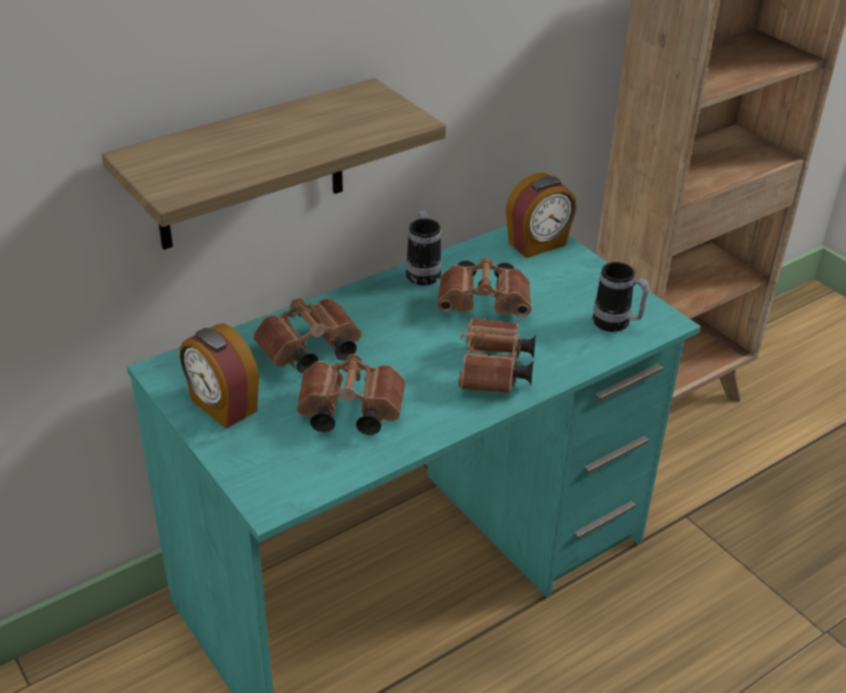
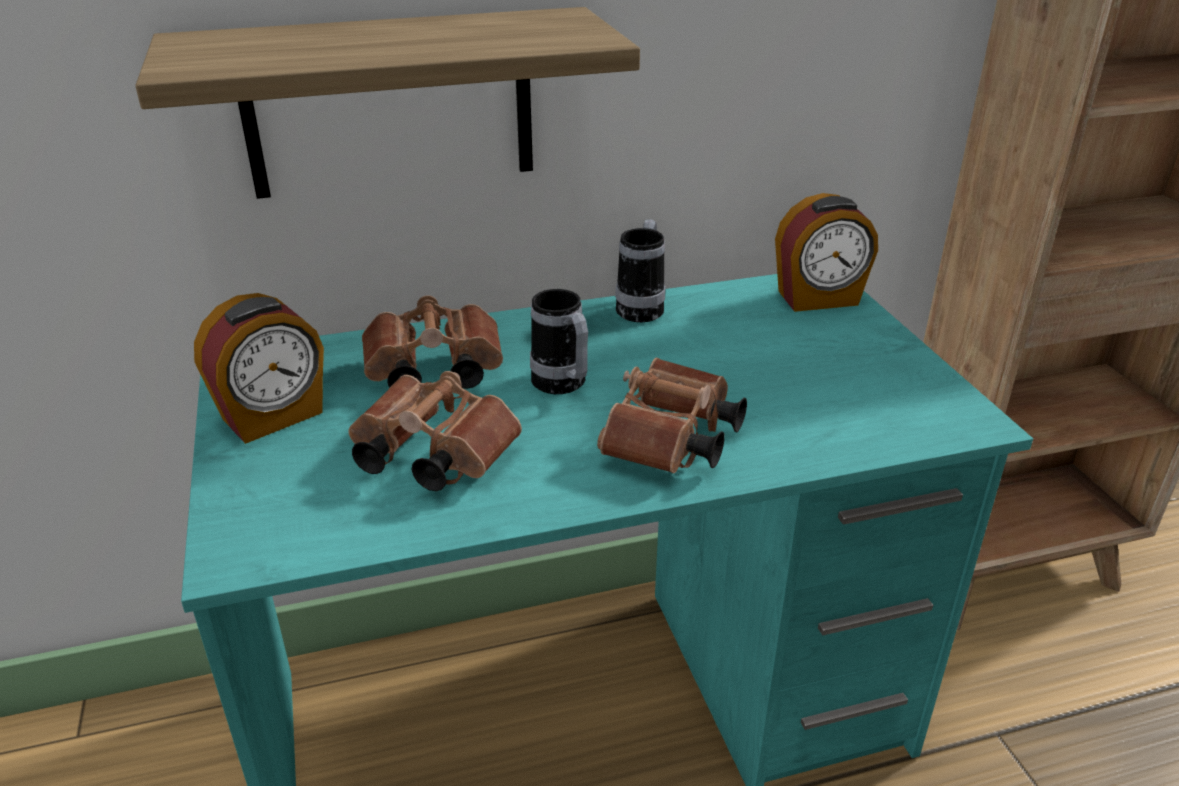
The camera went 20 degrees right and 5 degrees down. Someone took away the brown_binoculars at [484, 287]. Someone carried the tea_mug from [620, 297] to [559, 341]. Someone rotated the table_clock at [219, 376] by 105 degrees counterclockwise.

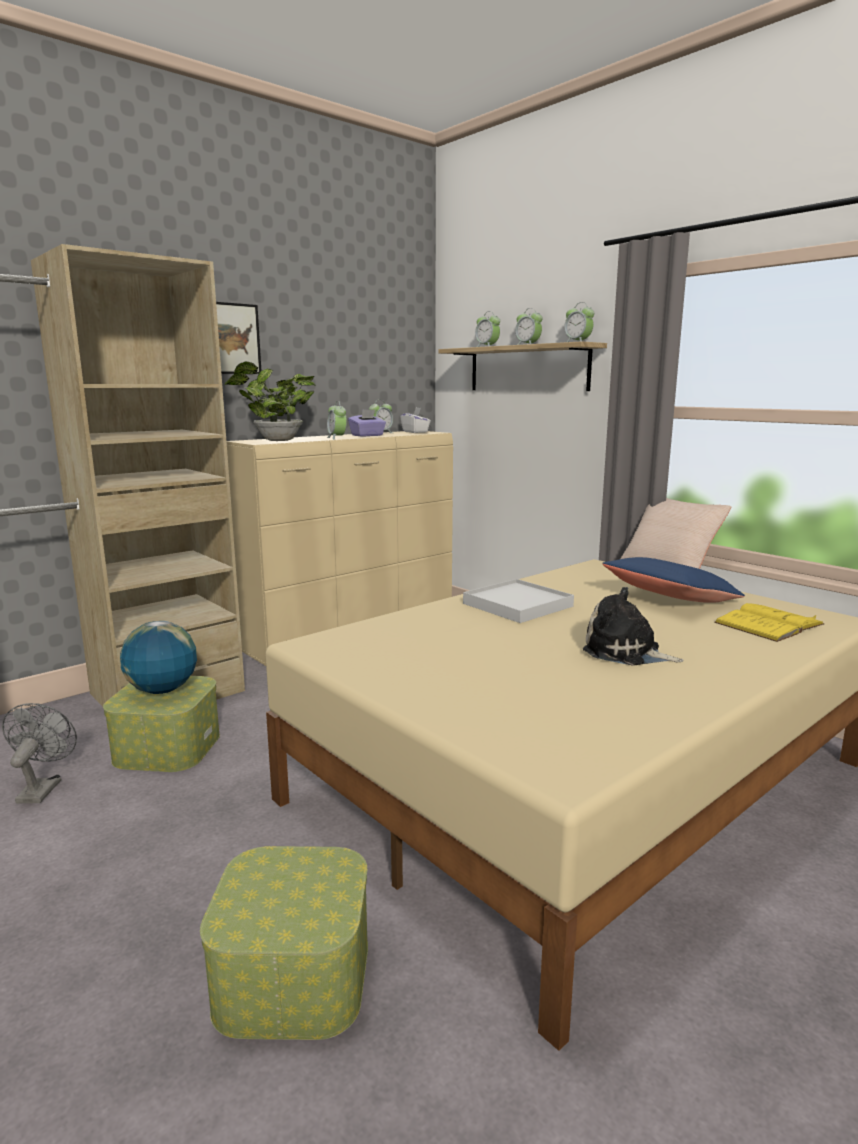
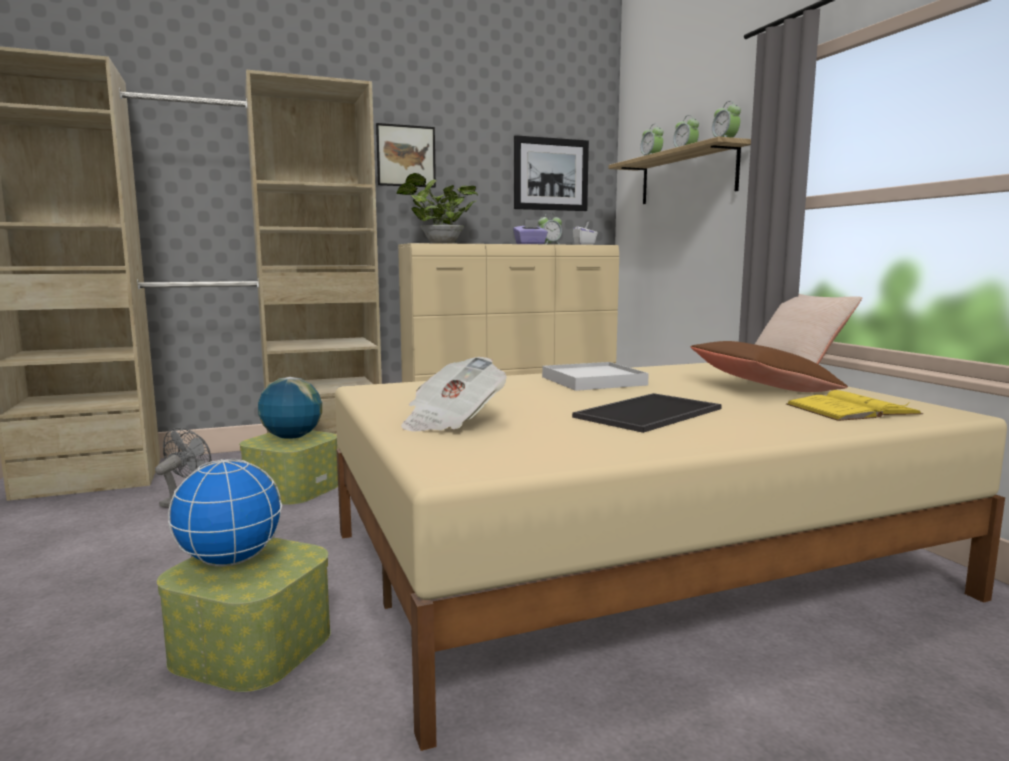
The camera went 20 degrees right and 5 degrees down. Someone took away the table_clock at [337, 420]. Someone put down the world_globe at [225, 512]. Someone put down the printed_paper at [454, 394]. Someone put up the wall_picture at [551, 173]. Someone swapped the plush_toy at [633, 626] for the tray at [647, 413]. Someone repainted the blue_throw_pillow at [673, 580], which became the brown_throw_pillow at [769, 366].

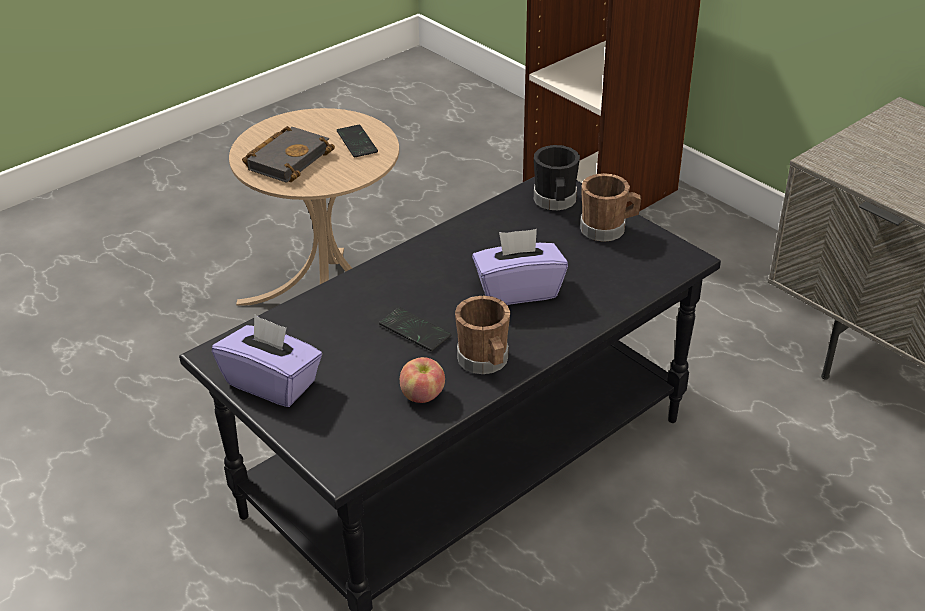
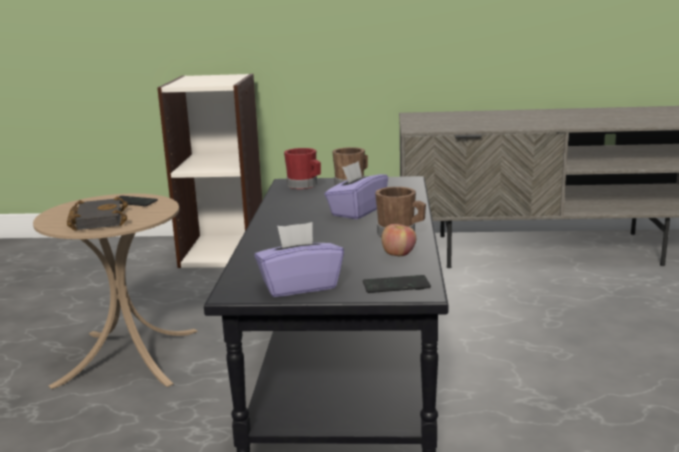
The camera went 45 degrees left and 20 degrees down. Someone carried the handset from [415, 329] to [397, 284]. Someone repainted the blackish_tea_mug at [557, 178], which became the red-coloured_tea_mug at [302, 168].

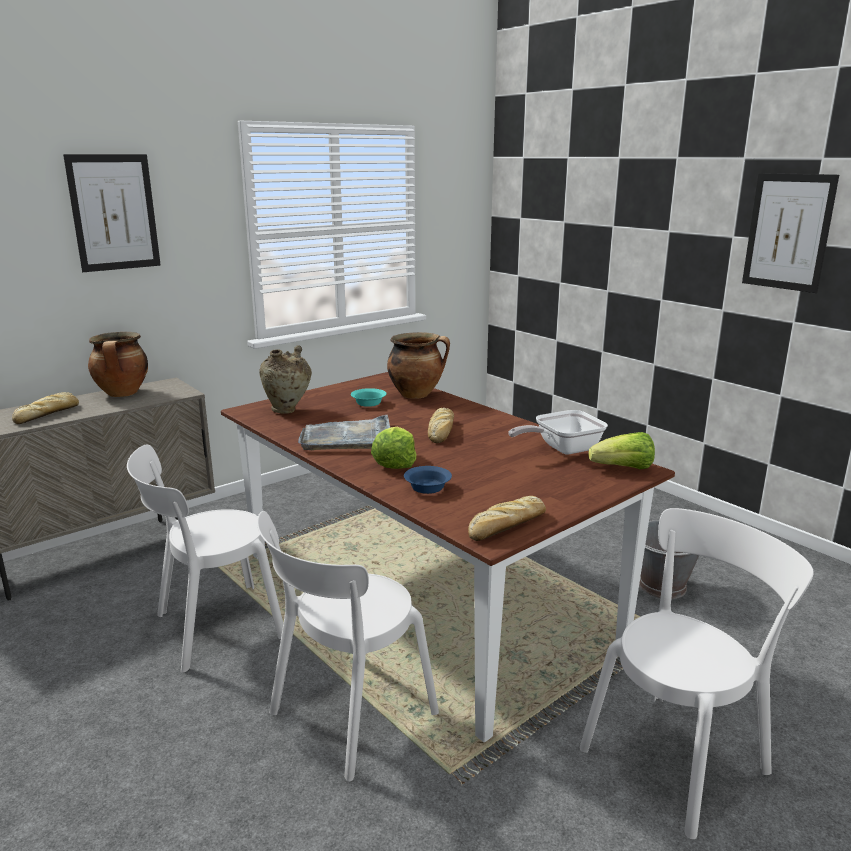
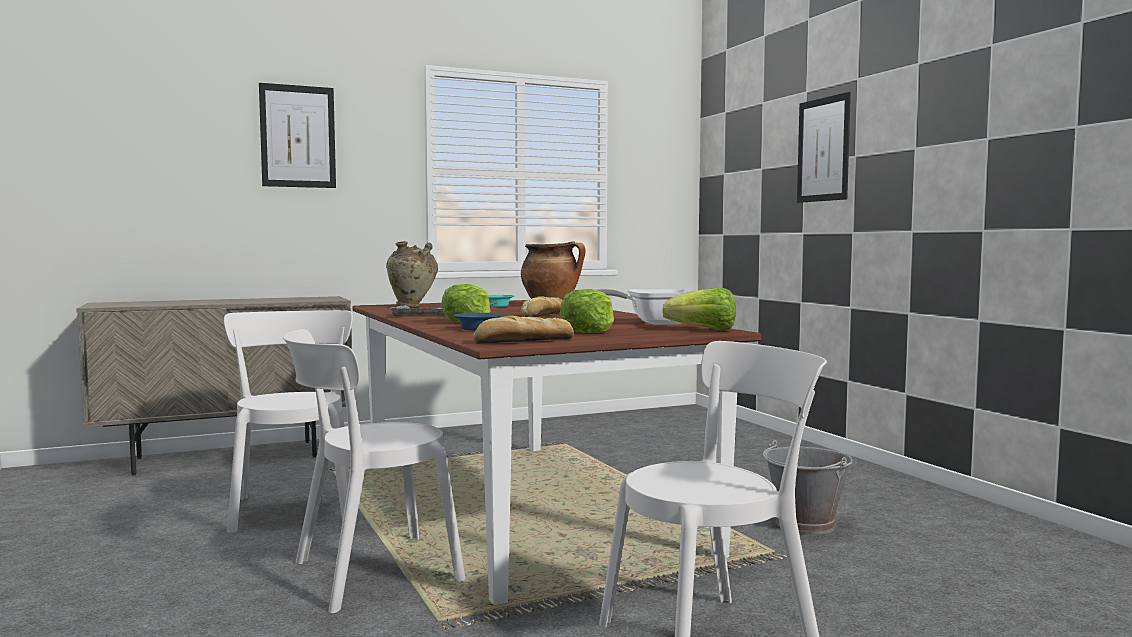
The camera went 15 degrees right and 15 degrees down. Someone took away the bread at [45, 408]. Someone took away the stockpot at [118, 364]. Someone put down the head_of_lettuce at [587, 311]. Someone carried the wall_picture from [790, 233] to [824, 147]. Someone rotated the whitish_upright_chair at [205, 559] by 90 degrees clockwise.

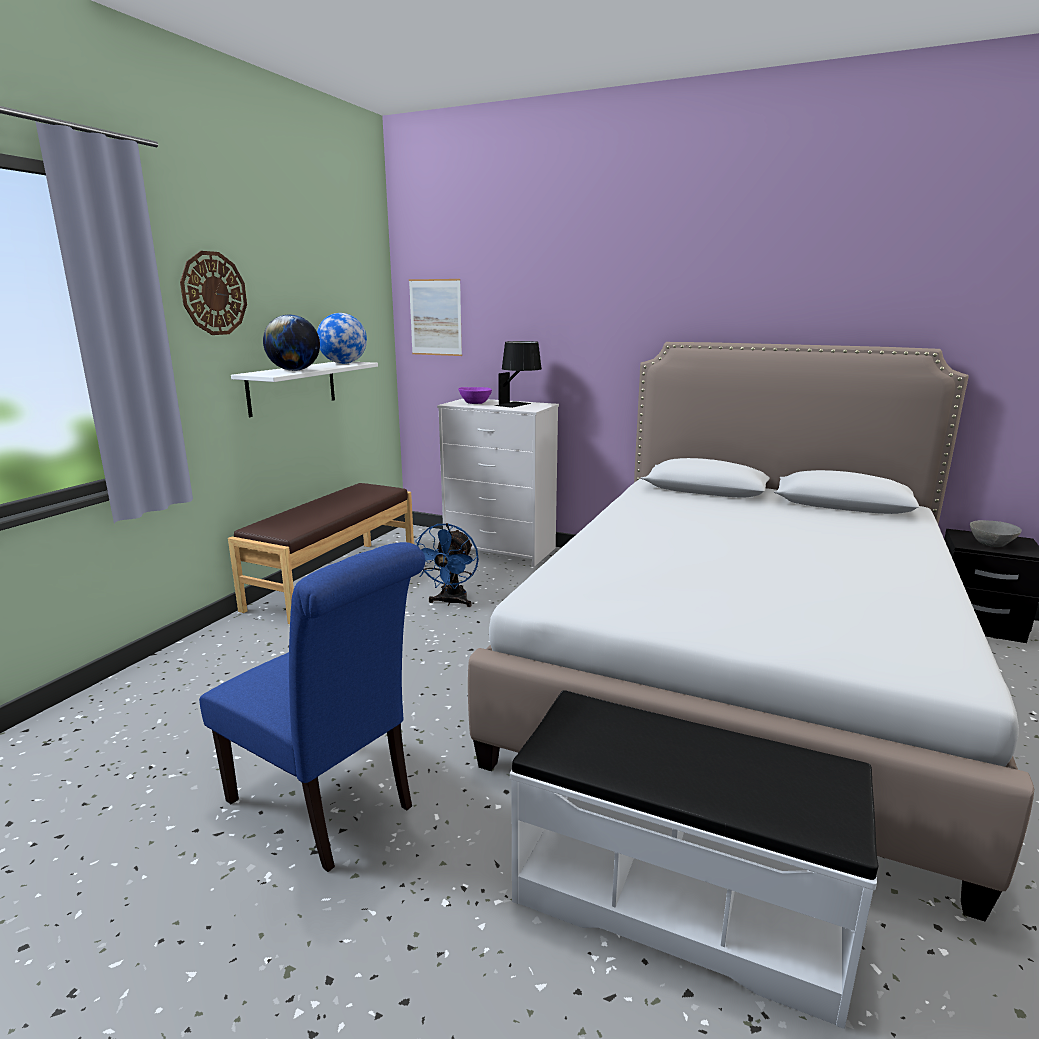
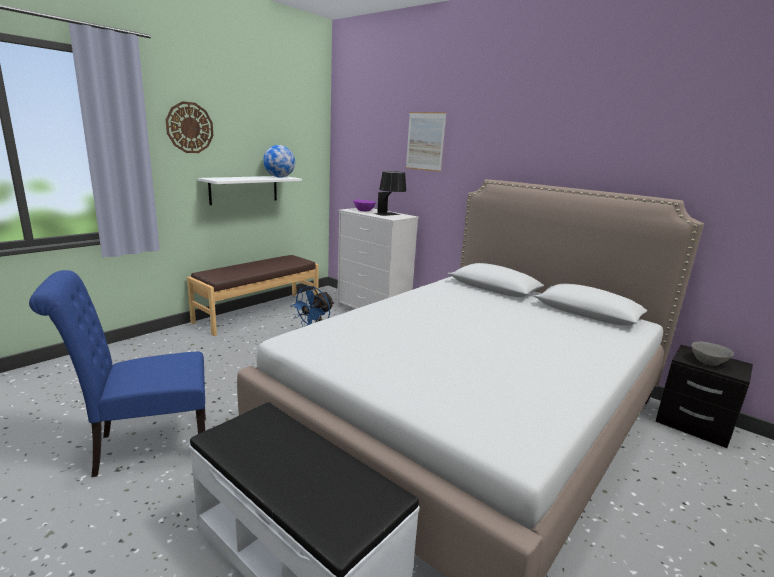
The camera went 15 degrees right and 0 degrees up. Someone took away the world_globe at [291, 342]. Someone carried the wall_picture from [435, 317] to [426, 142]. Someone rotated the blue_upright_chair at [312, 707] by 105 degrees clockwise.

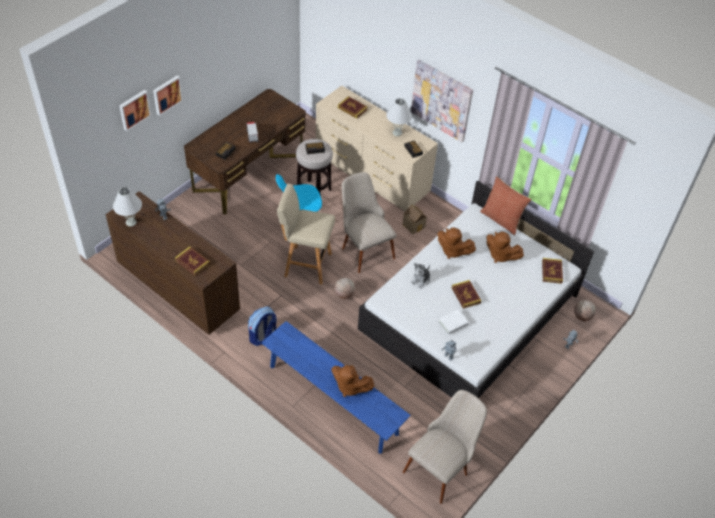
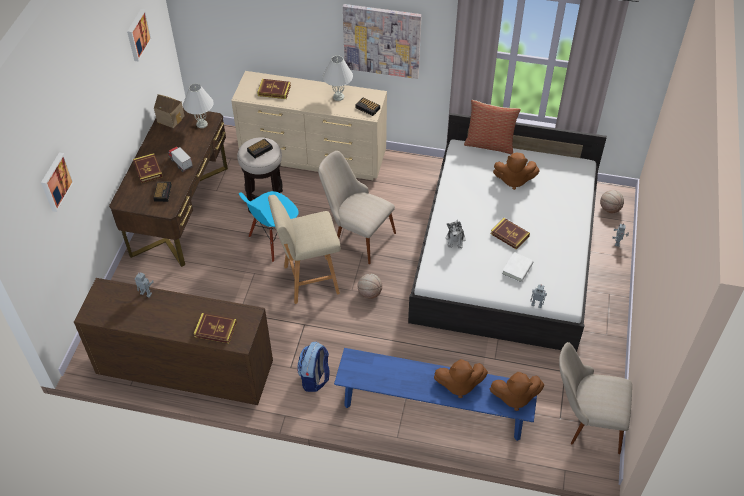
The camera went 25 degrees left and 0 degrees up. Someone carried the whitish_lamp_for_a_table from [127, 207] to [198, 105]. Someone carried the wall_picture from [168, 95] to [139, 35]. Someone carried the model_house from [415, 219] to [169, 111]. Someone carried the brown_plush_toy from [456, 243] to [517, 391]. Someone carried the book from [552, 271] to [148, 168]. Someone rotated the beige_upright_chair at [445, 447] by 90 degrees counterclockwise.

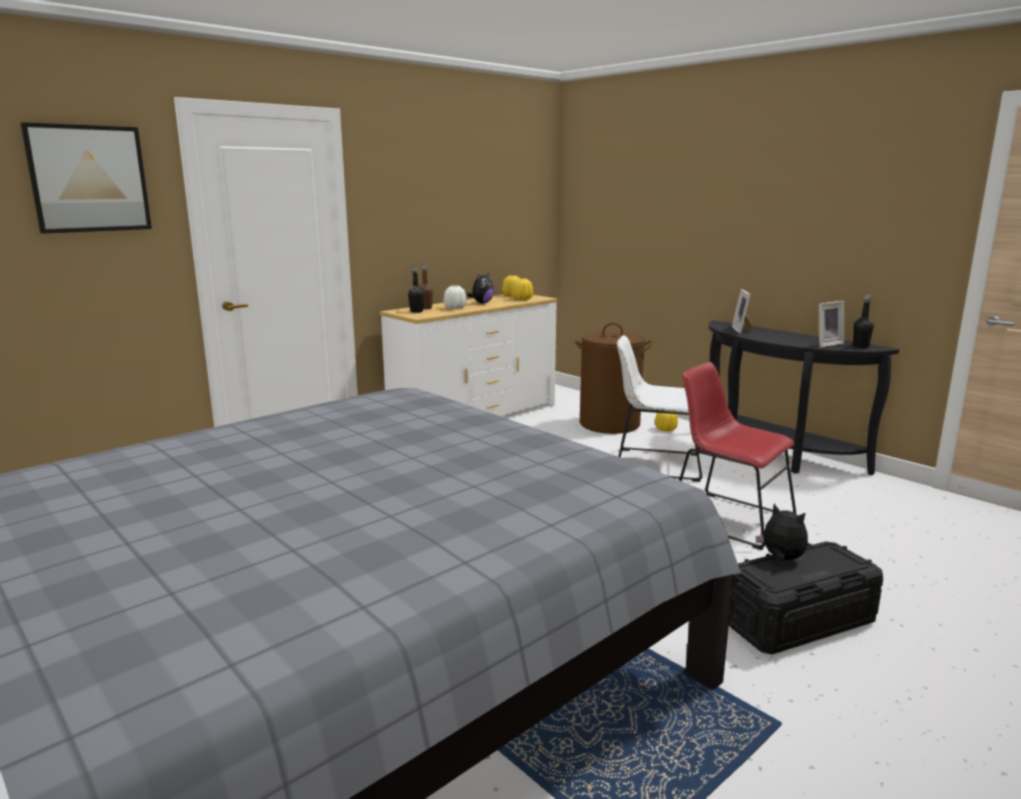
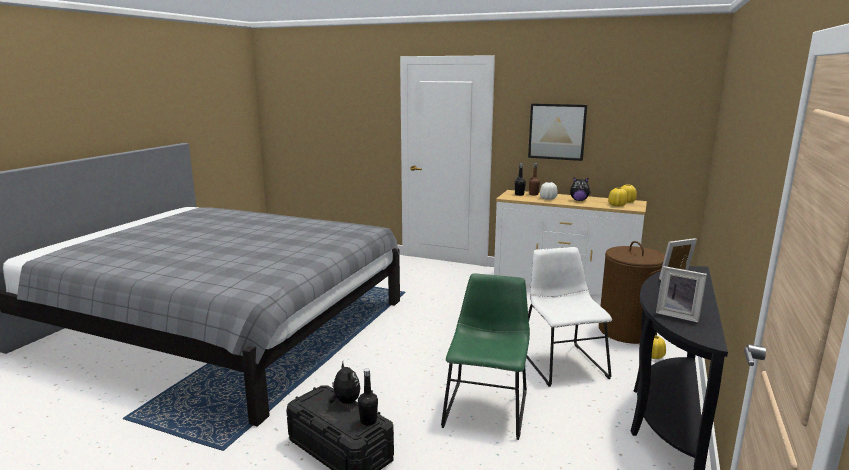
The camera went 65 degrees right and 0 degrees up. Someone carried the wall_picture from [86, 178] to [557, 132]. Someone carried the blackish_bottle from [863, 321] to [368, 397]. Someone repainted the red-coloured_upright_chair at [737, 456], which became the greenish_upright_chair at [485, 356]. Someone rotated the plush_toy at [782, 532] by 45 degrees counterclockwise.

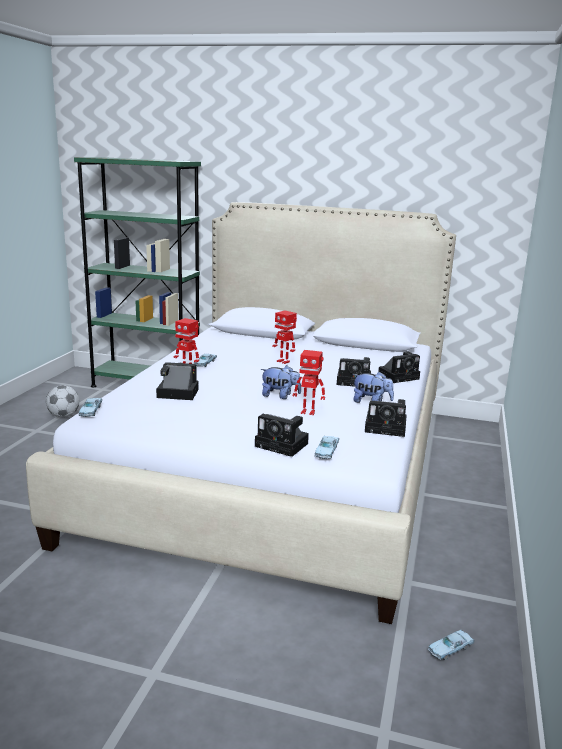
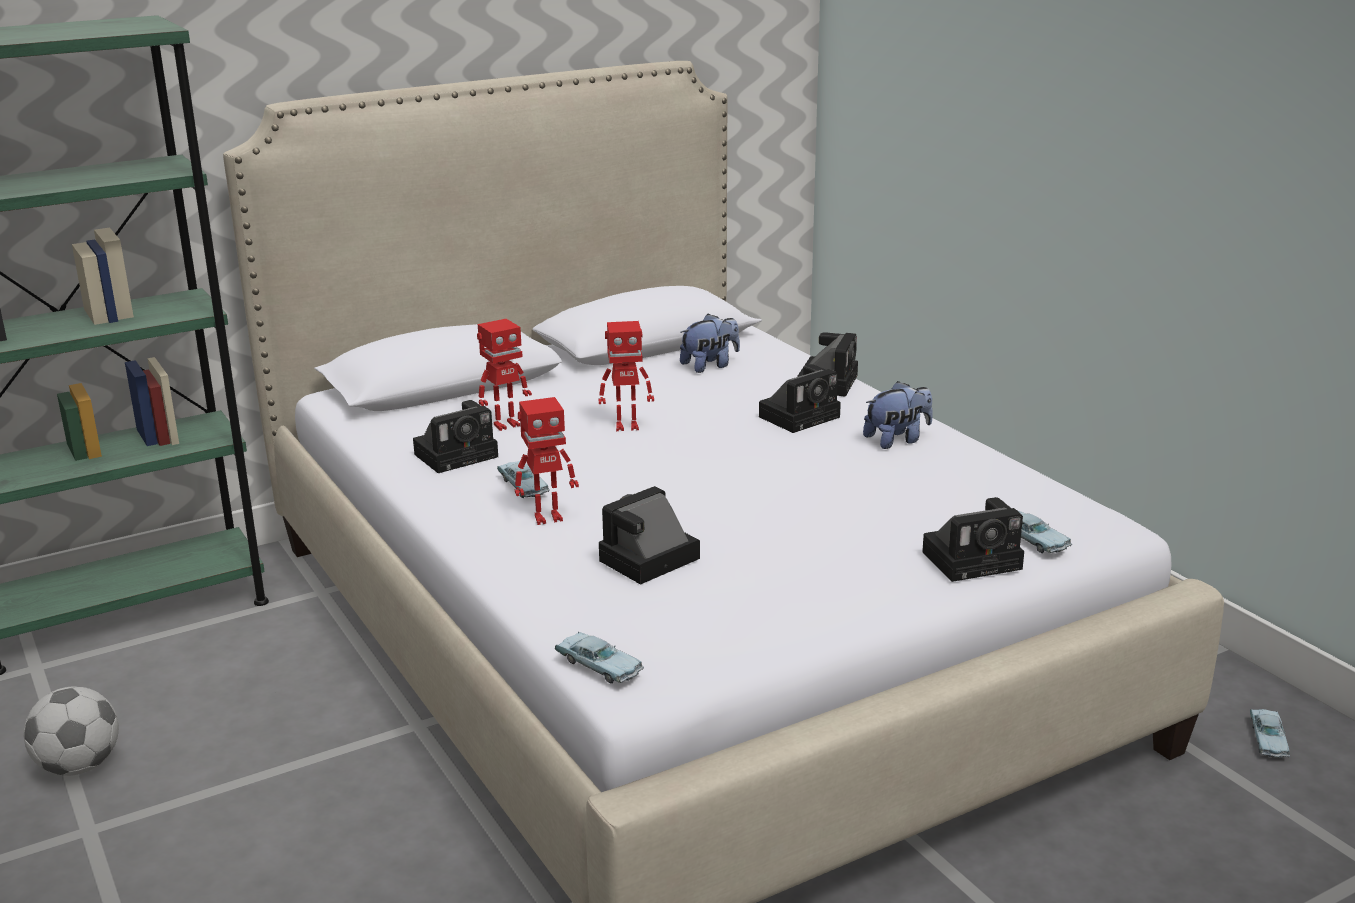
The camera went 45 degrees left and 5 degrees up. Someone carried the plush_toy from [281, 382] to [710, 343]. Someone carried the toy_robot from [309, 382] to [504, 375]. Someone carried the still_camera from [385, 418] to [455, 436].

